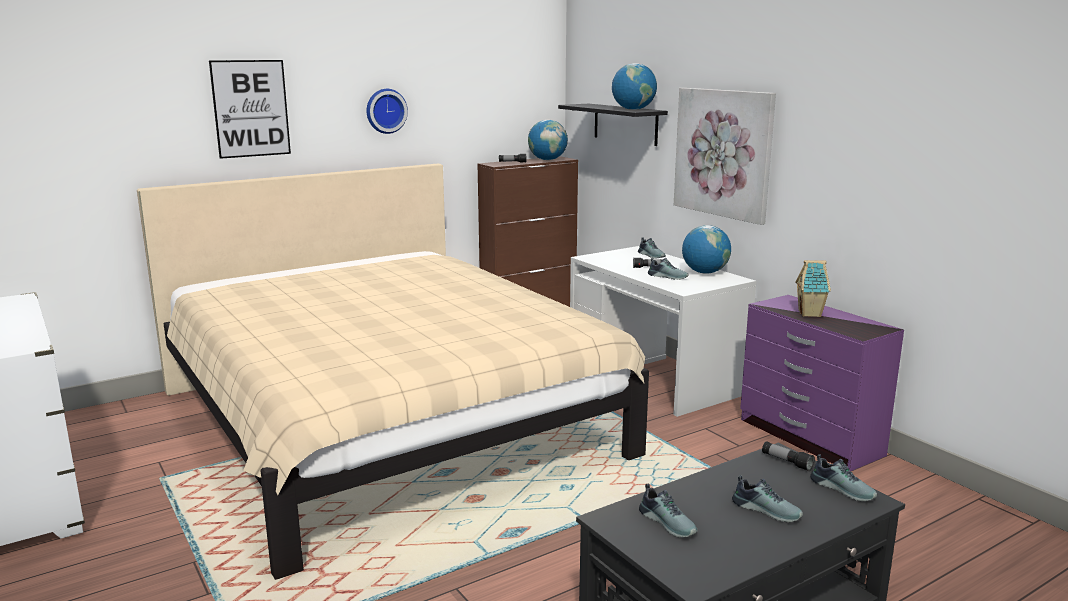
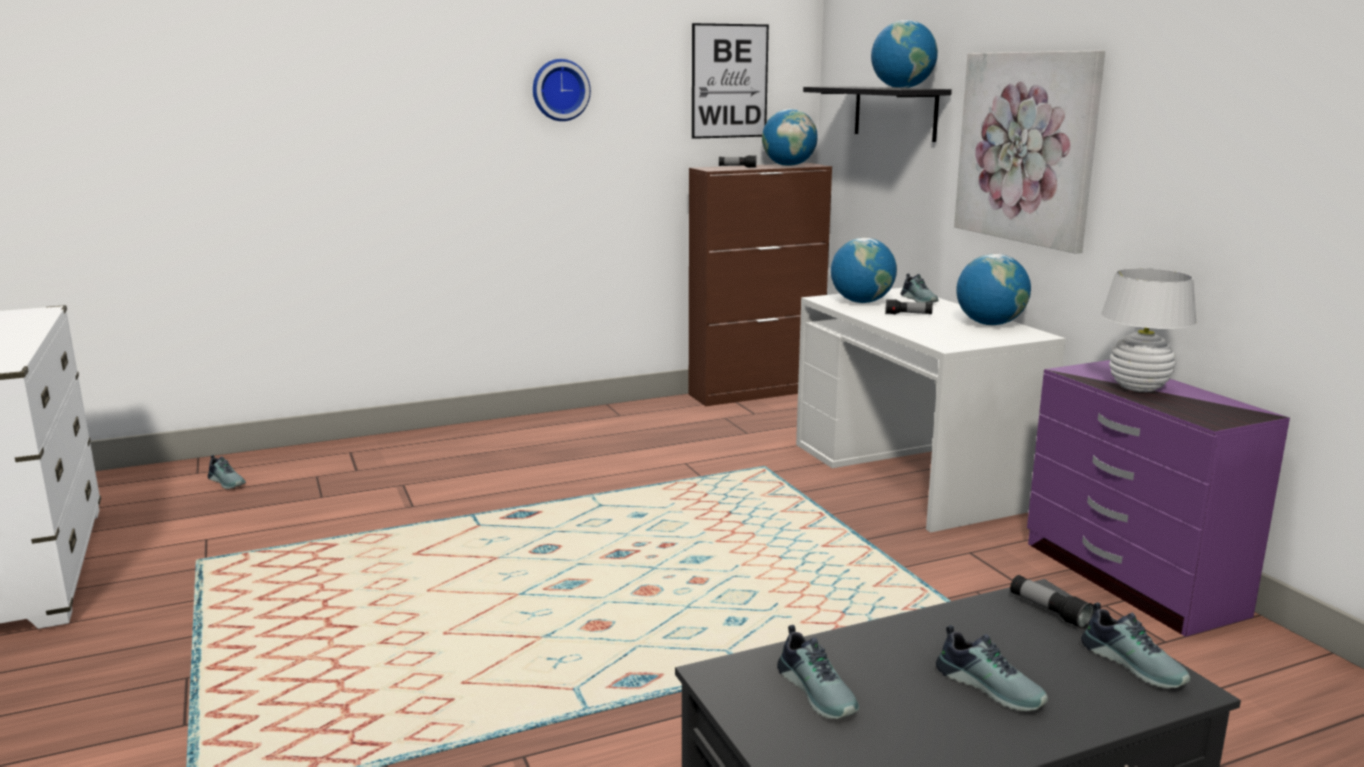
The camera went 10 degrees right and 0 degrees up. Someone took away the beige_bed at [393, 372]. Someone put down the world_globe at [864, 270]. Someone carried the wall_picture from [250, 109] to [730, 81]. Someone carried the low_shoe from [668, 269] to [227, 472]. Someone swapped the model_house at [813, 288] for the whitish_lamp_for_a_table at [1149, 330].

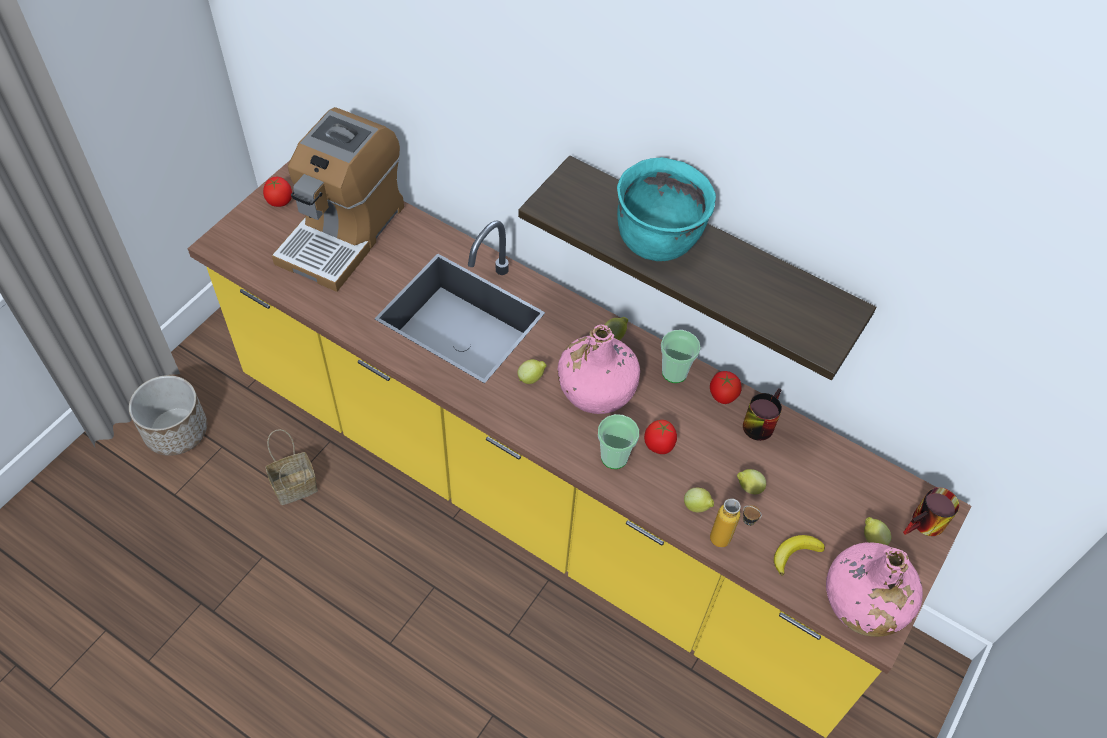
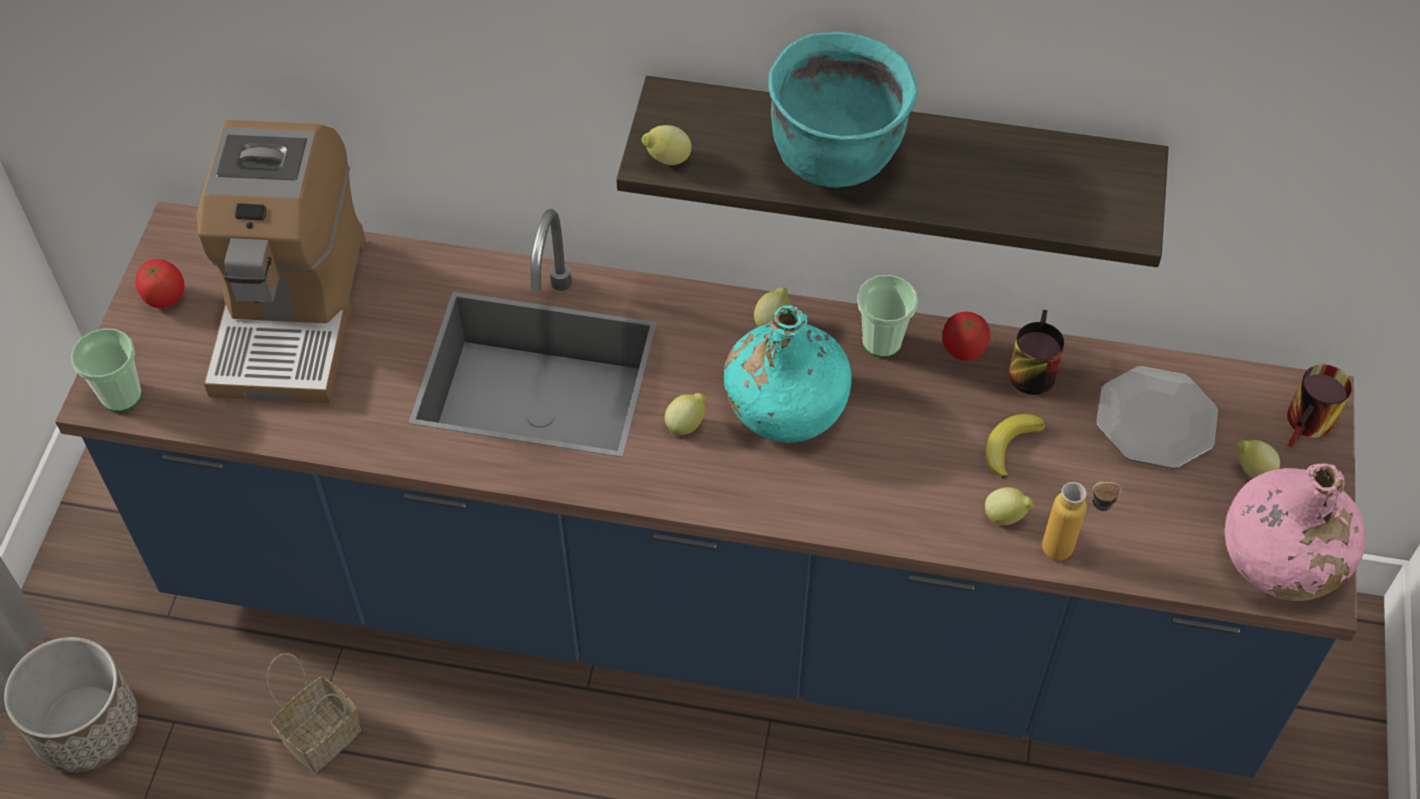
The camera went 20 degrees left and 0 degrees up. Someone took away the fresh_tomato at [660, 437]. Someone put down the flat_dish at [1157, 417]. Someone carried the small_cup from [618, 441] to [106, 370]. Someone carried the citrus_fruit from [751, 481] to [666, 145]. Someone carried the banana_fruit from [799, 555] to [1015, 446]. Someone repainted the yellowish_kitchen_counter at [579, 449], which became the blue_kitchen_counter at [706, 489]. Someone repainted the pink-coloured_bottle at [598, 369], which became the blue-green_bottle at [788, 374].

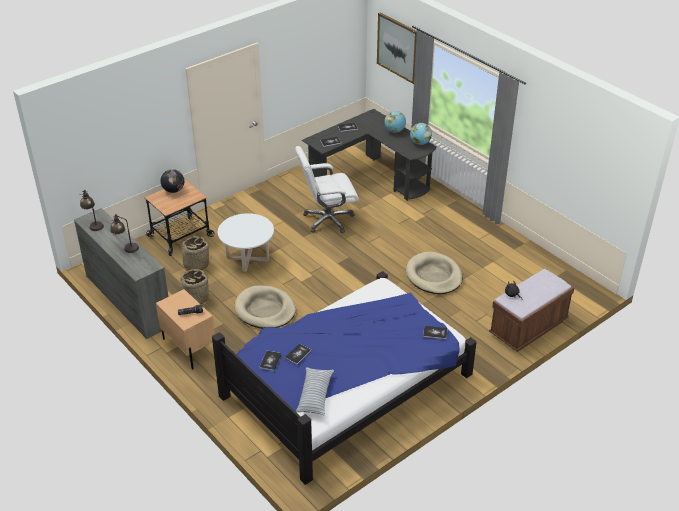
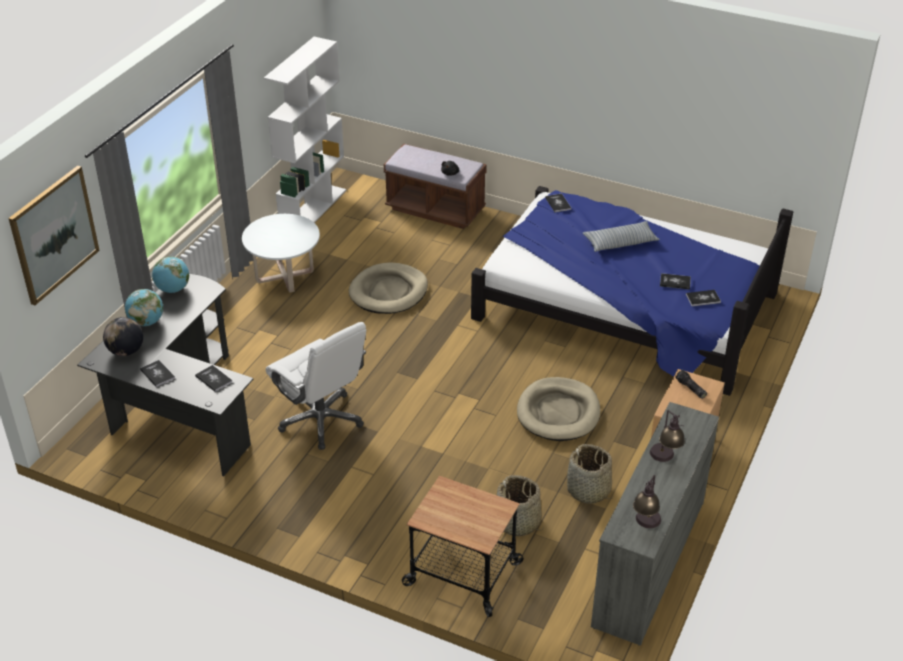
The camera went 115 degrees left and 0 degrees up. Someone put down the whitish_bookcase at [305, 130]. Someone carried the world_globe from [172, 181] to [123, 336]. Someone carried the whitish_low_table from [246, 242] to [281, 253]. Someone carried the throw_pillow from [315, 391] to [621, 236].

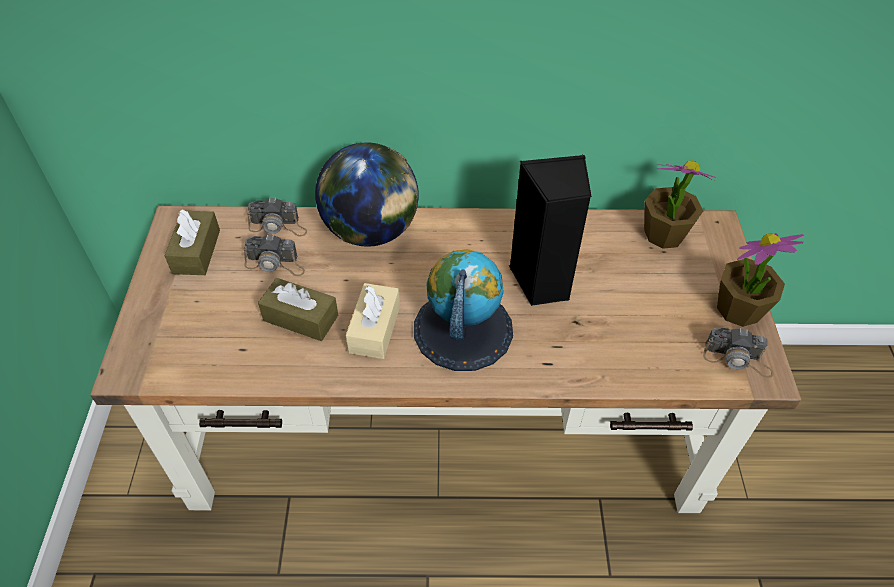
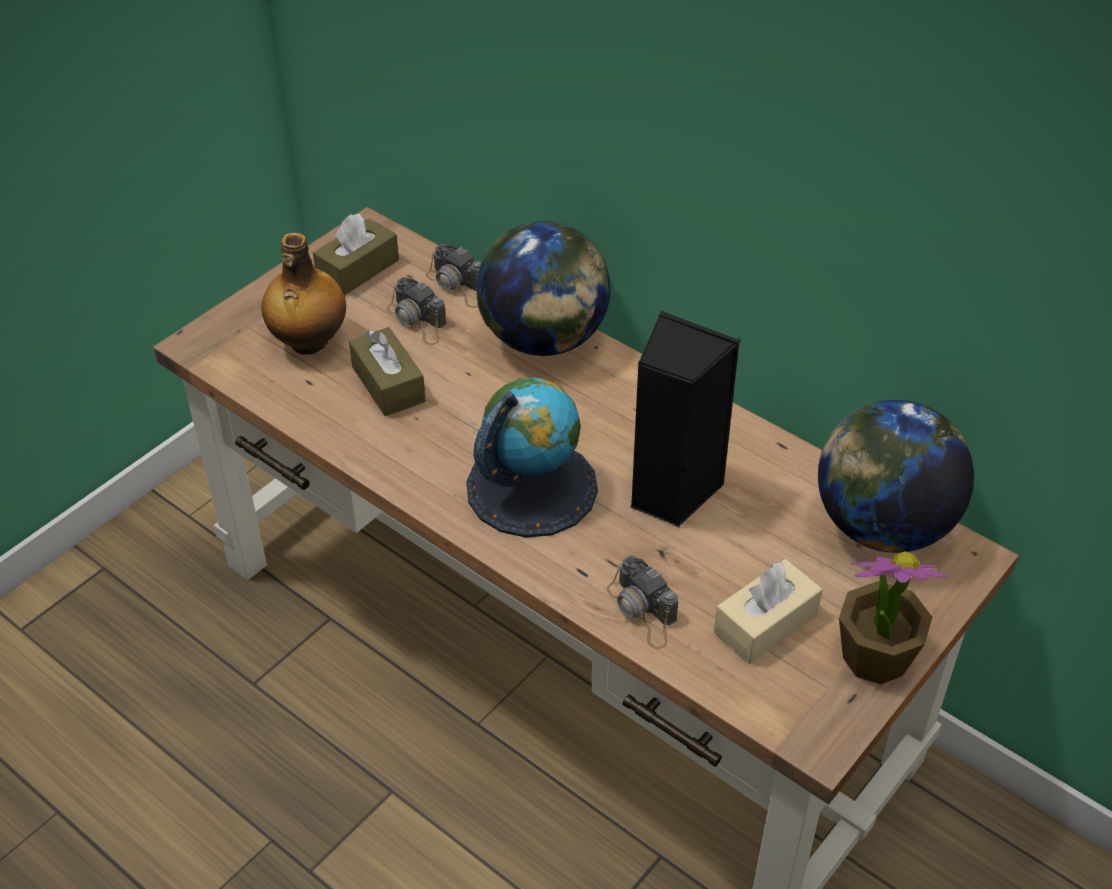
The camera went 40 degrees right and 5 degrees down. Someone put down the bottle at [303, 294]. Someone carried the beige_box_of_tissues from [373, 321] to [768, 611]. Someone carried the still_camera from [738, 353] to [642, 602]. Someone swapped the plant_in_a_pot at [680, 204] for the world_globe at [896, 476].

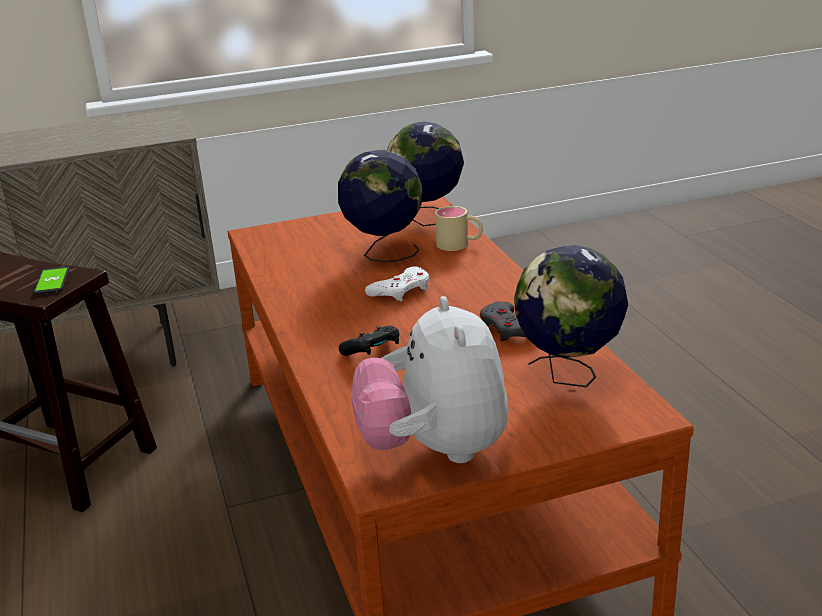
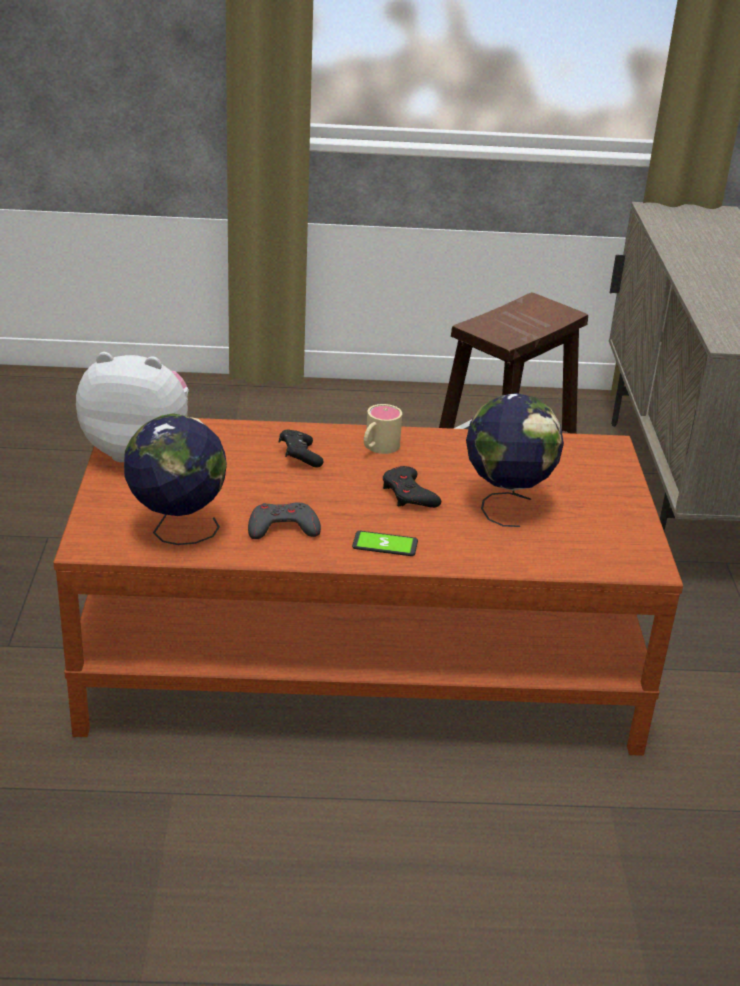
The camera went 105 degrees right and 5 degrees up. Someone took away the world_globe at [425, 174]. Someone carried the handset from [51, 280] to [385, 543]. Someone carried the beige_tea_mug from [459, 228] to [383, 429]. Someone repainted the whitish_gamepad at [397, 283], which became the blackish_gamepad at [412, 487].

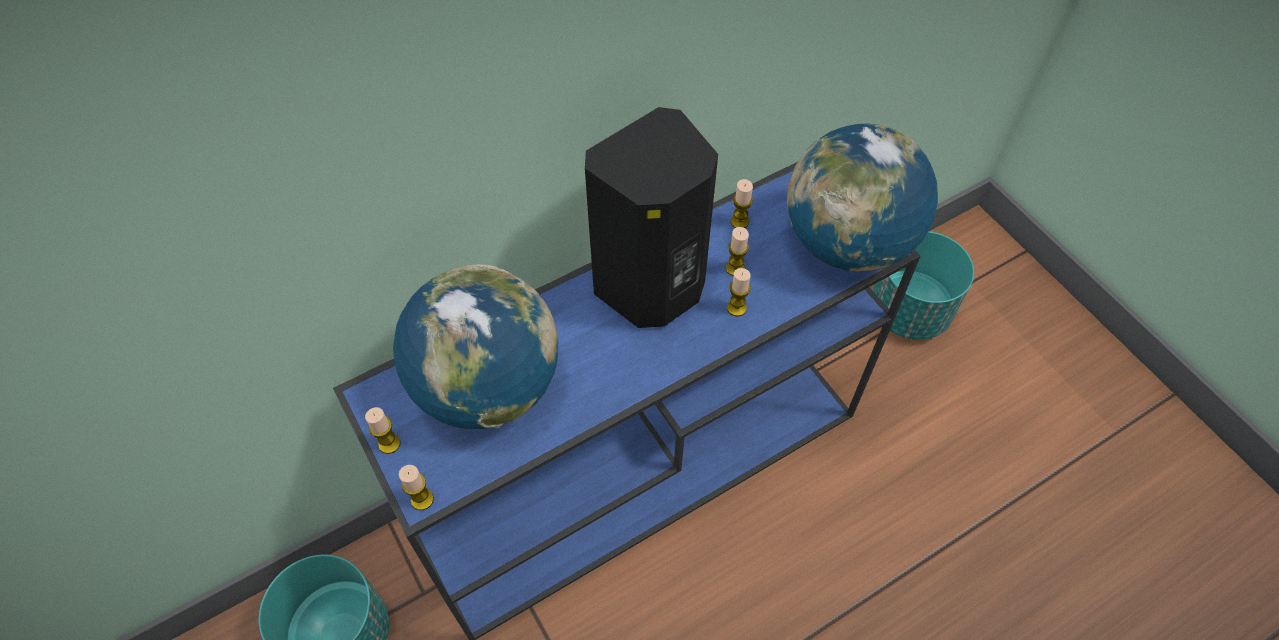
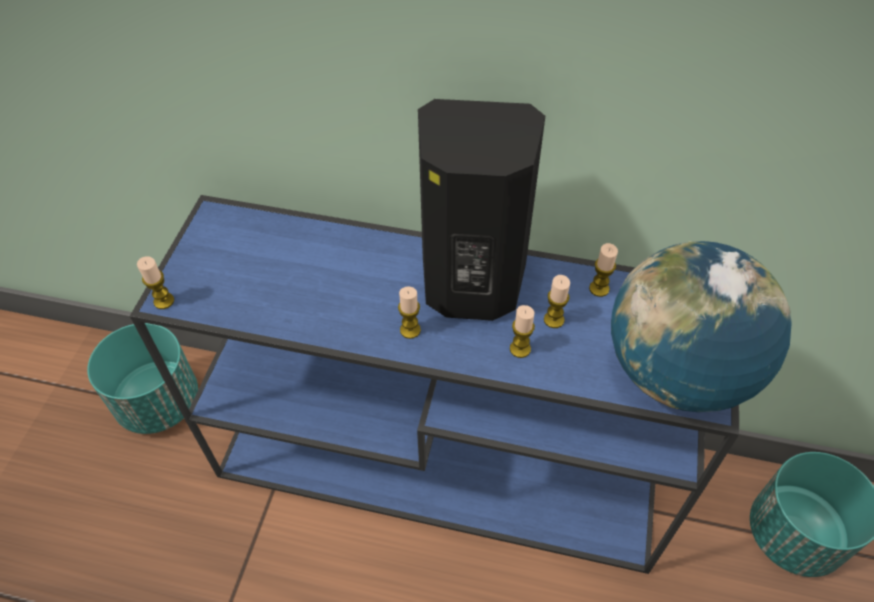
The camera went 45 degrees right and 5 degrees down. Someone took away the world_globe at [476, 346]. Someone carried the candle from [382, 430] to [409, 313].

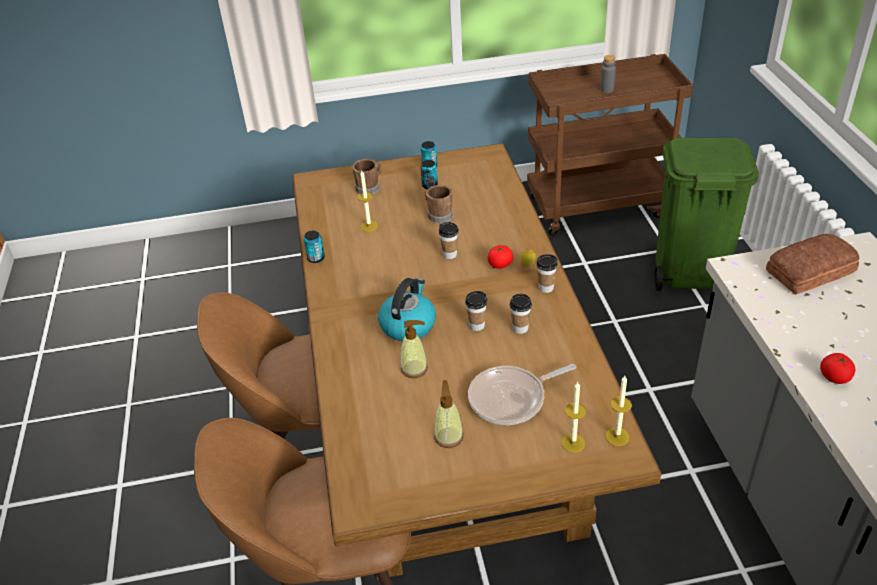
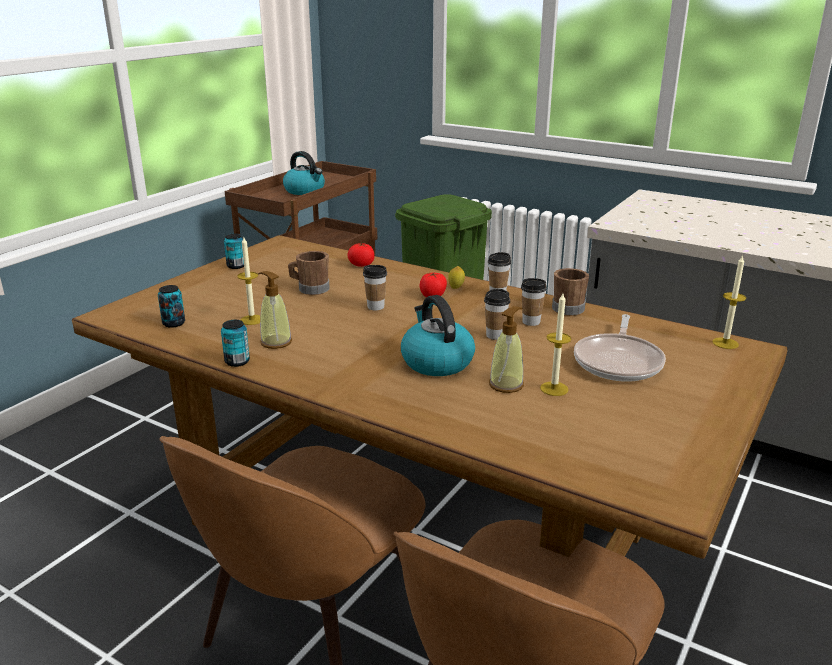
The camera went 50 degrees left and 15 degrees down. Someone took away the bread at [812, 264]. Someone carried the brown_tea_mug from [366, 176] to [570, 292]. Someone carried the metal_can from [429, 174] to [171, 306]. Someone carried the soap_bottle from [449, 414] to [275, 310]. Someone carried the candle from [573, 417] to [555, 344]. Someone carried the fresh_tomato from [837, 368] to [360, 255]. Someone swapped the greyish_bottle at [608, 74] for the kettle at [304, 173].

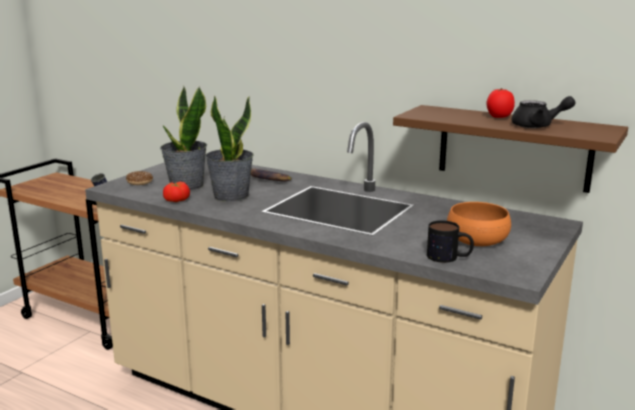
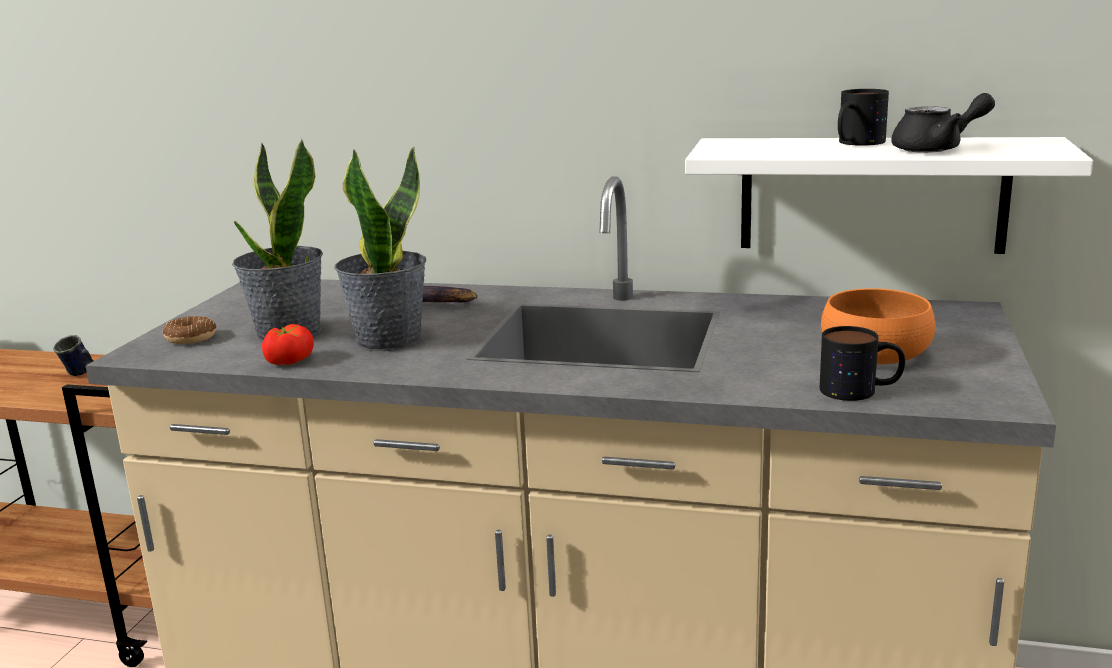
The camera went 15 degrees left and 0 degrees up. Someone swapped the fresh_tomato at [501, 103] for the tea_mug at [863, 117]. Someone repainted the brown_shelf at [510, 149], which became the whitish_shelf at [889, 195].

